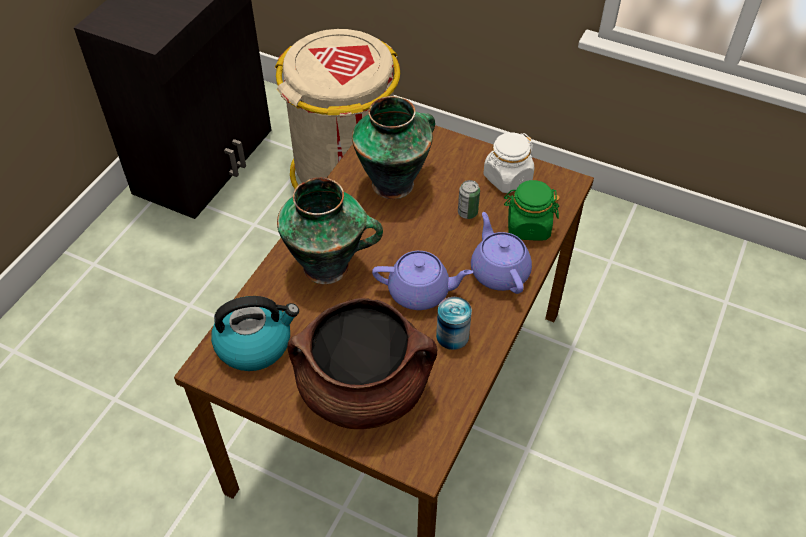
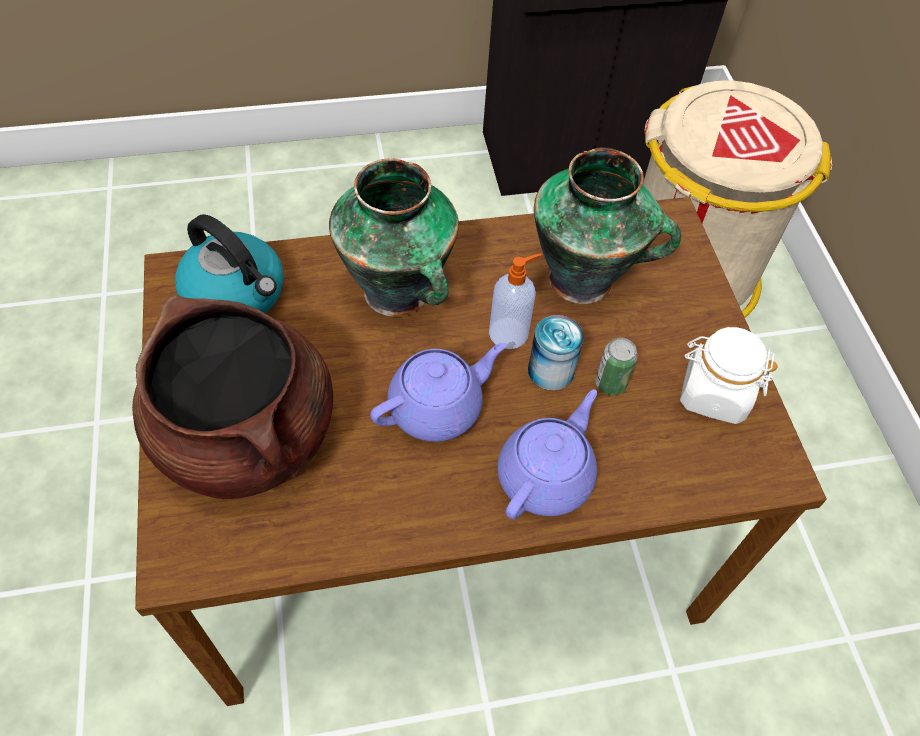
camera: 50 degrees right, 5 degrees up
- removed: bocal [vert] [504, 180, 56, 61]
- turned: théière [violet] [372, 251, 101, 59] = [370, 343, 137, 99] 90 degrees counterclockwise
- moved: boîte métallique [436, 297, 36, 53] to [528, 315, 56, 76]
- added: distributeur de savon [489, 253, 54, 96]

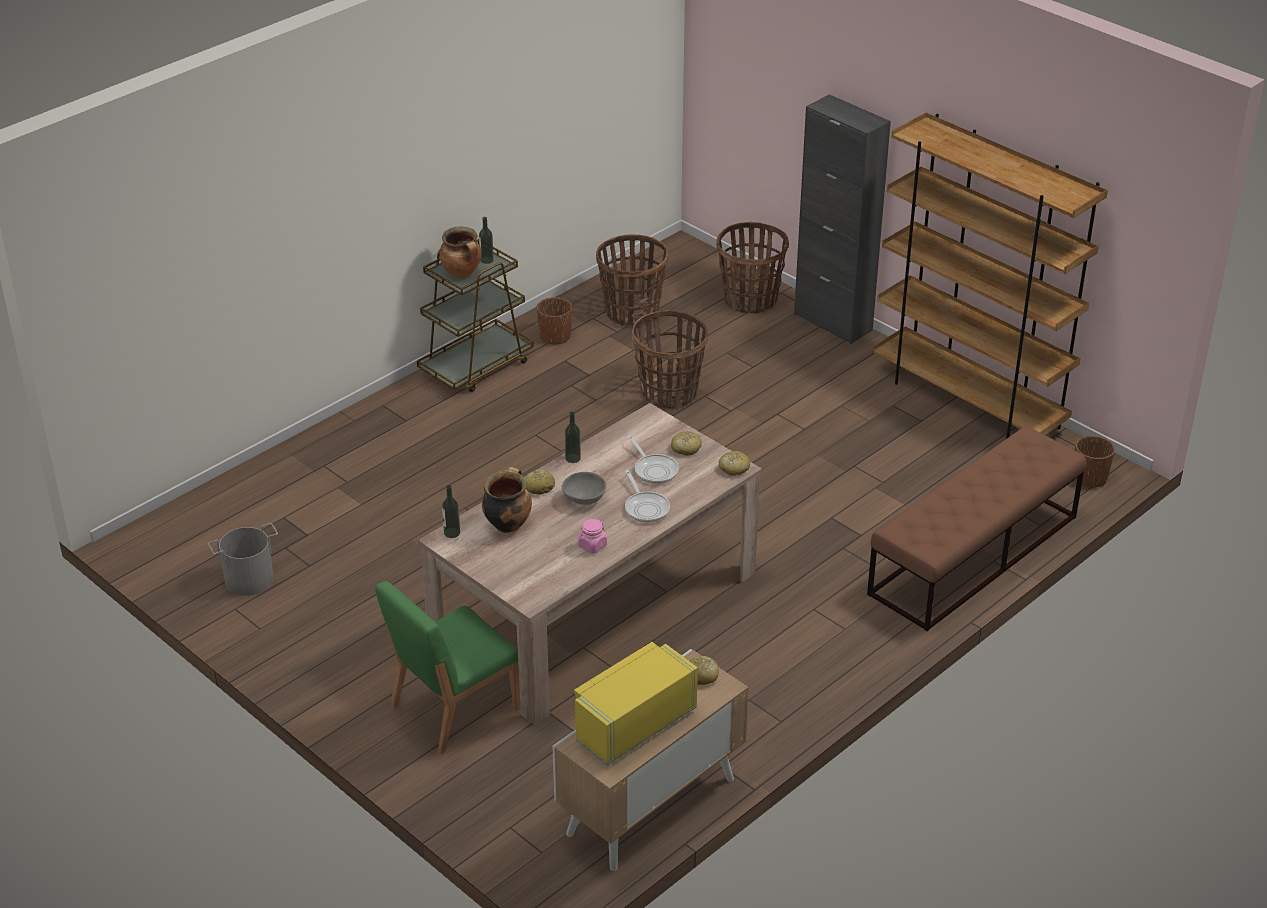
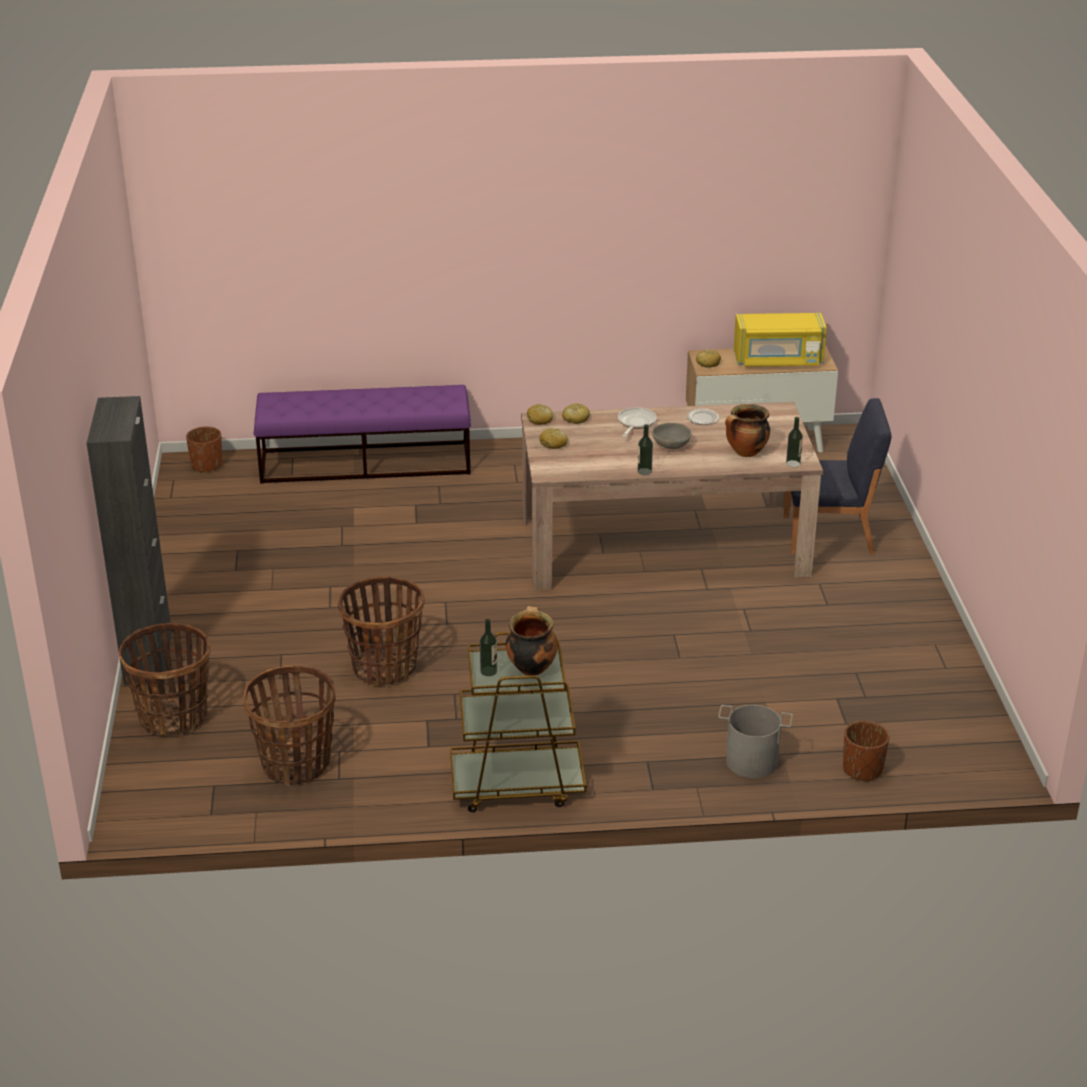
camera: 140 degrees left, 5 degrees down
- removed: bibliothèque [marron] [873, 113, 235, 326]
- moved: cache-pot [marron] [537, 297, 35, 47] to [843, 721, 46, 61]
- recoloured: banc [marron] [867, 426, 220, 205] to banc [violet] [253, 385, 218, 99]
- removed: poêle [627, 435, 52, 49]
- moved: pain [525, 470, 30, 25] to [562, 403, 28, 21]
- replaced: bocal [rose] [578, 518, 29, 36] to assiette [687, 409, 32, 16]
- moved: seau [gris] [208, 523, 70, 73] to [718, 705, 75, 73]
- recoloured: chaise [vert] [375, 581, 146, 173] to chaise [bleu] [784, 398, 108, 156]

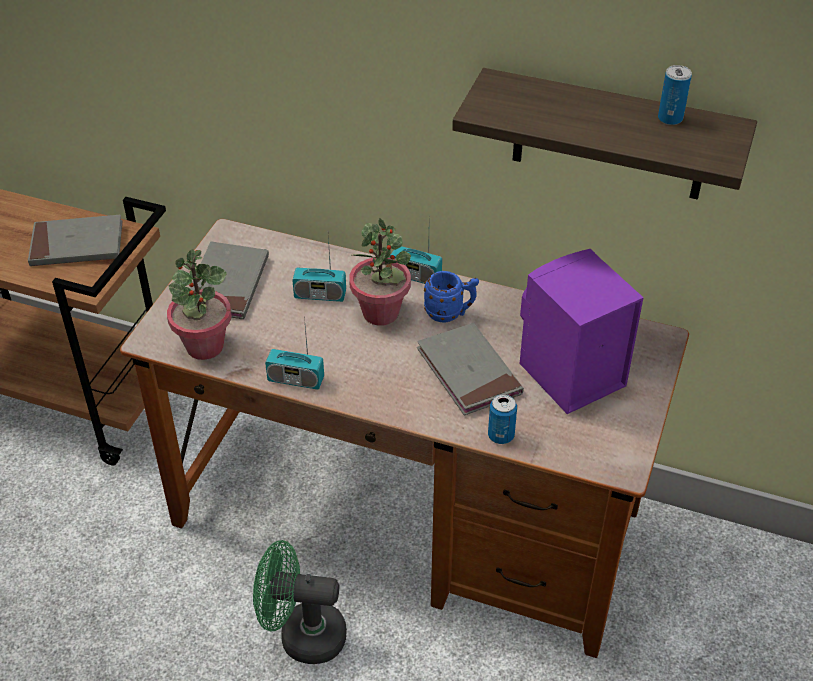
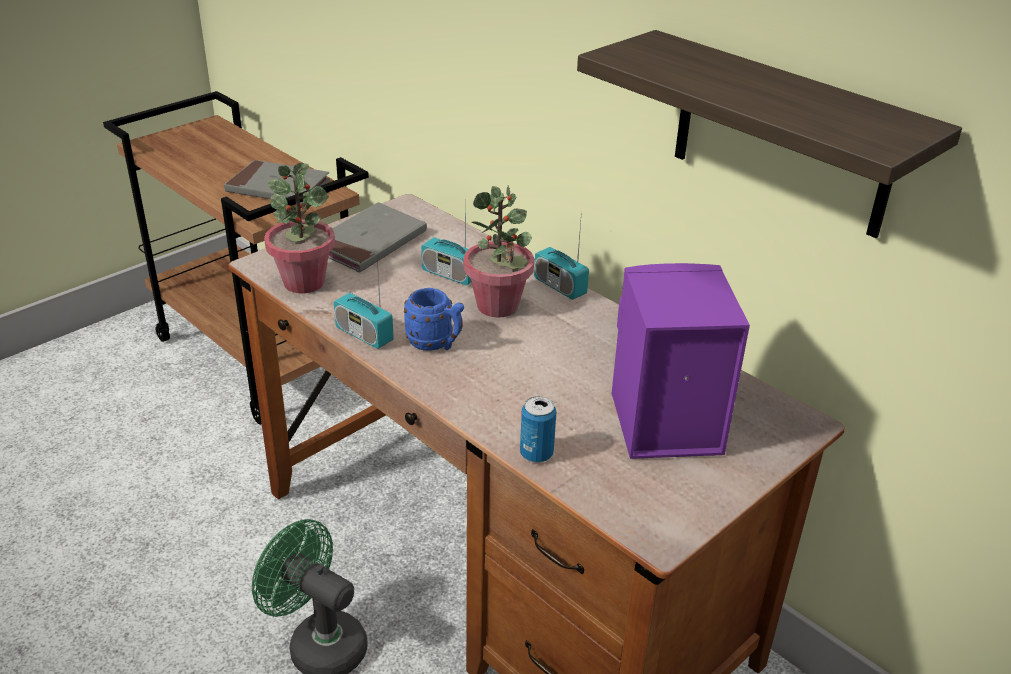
camera: 25 degrees right, 10 degrees down
- removed: boîte métallique [658, 65, 34, 60]
- moved: mug [bleu] [424, 271, 55, 52] to [404, 288, 60, 63]
- removed: livre [gris] [417, 323, 107, 93]

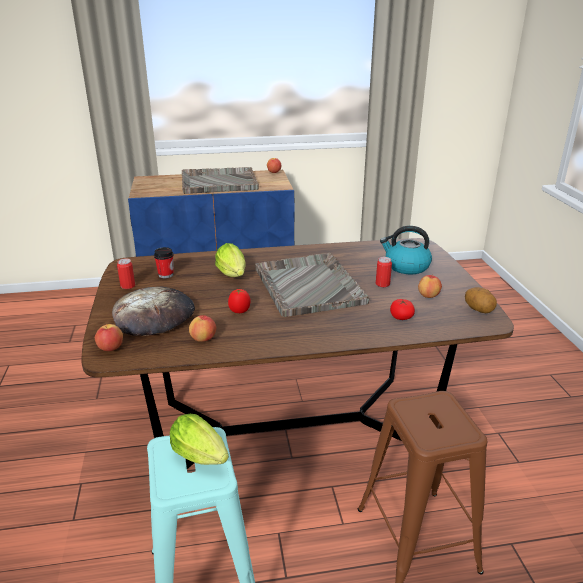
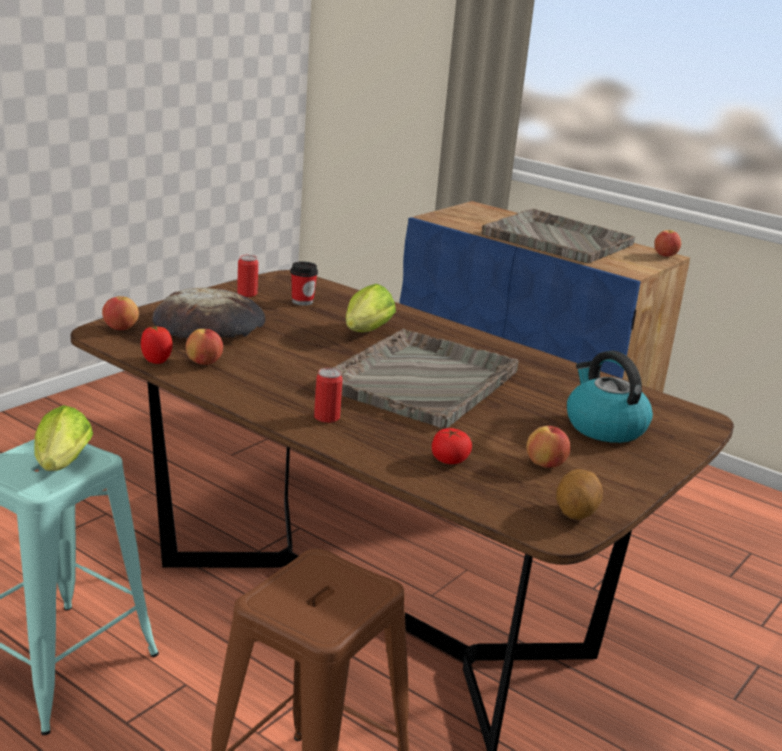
camera: 45 degrees right, 5 degrees down
- moved: boîte métallique [376, 257, 16, 30] to [314, 368, 29, 55]
- moved: tomate [228, 289, 23, 24] to [141, 326, 32, 38]

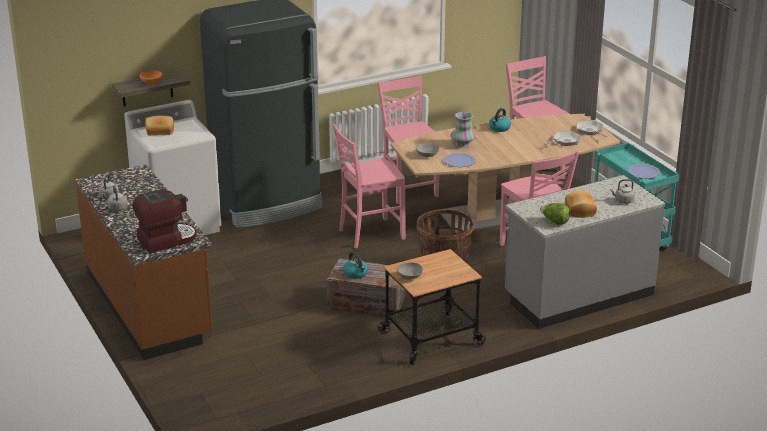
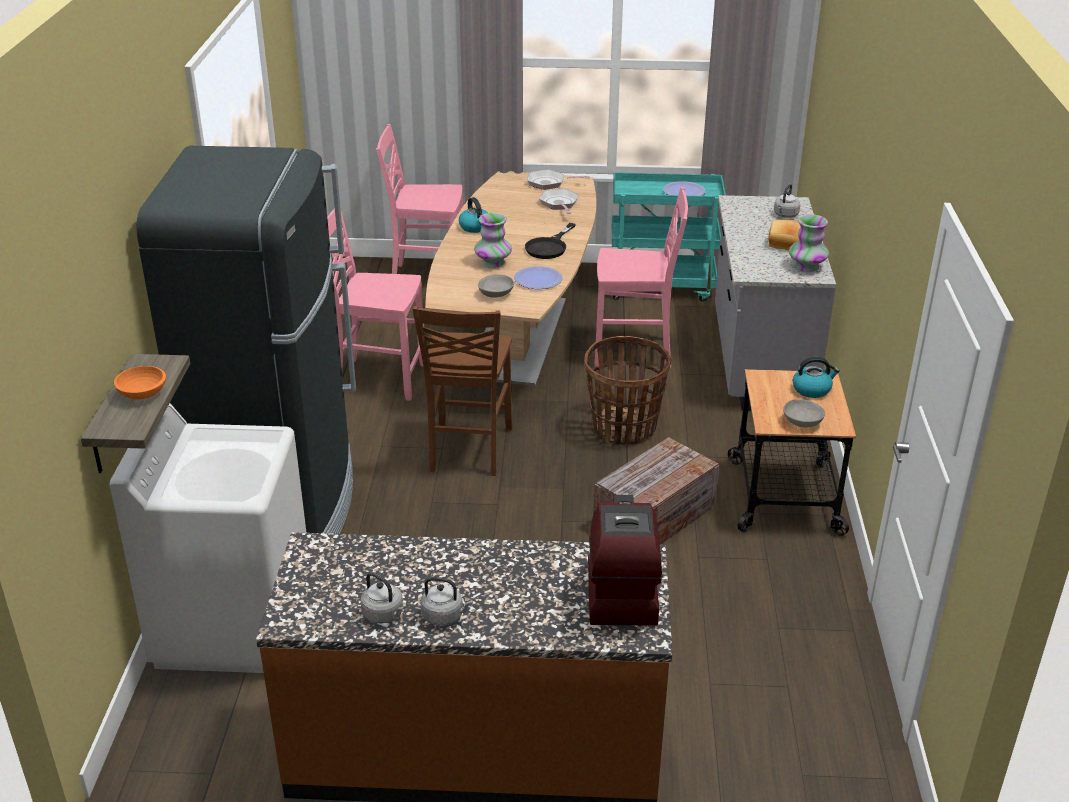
camera: 60 degrees left, 5 degrees up
- removed: pain [145, 115, 29, 21]
- recoloured: chaise [rose] [333, 124, 73, 124] to chaise [marron] [413, 306, 99, 170]
- replaced: laitue [540, 203, 30, 22] to vase [789, 214, 40, 58]
- moved: bouilloire [343, 252, 25, 27] to [793, 357, 47, 41]
- added: poêle [noir] [525, 223, 51, 36]

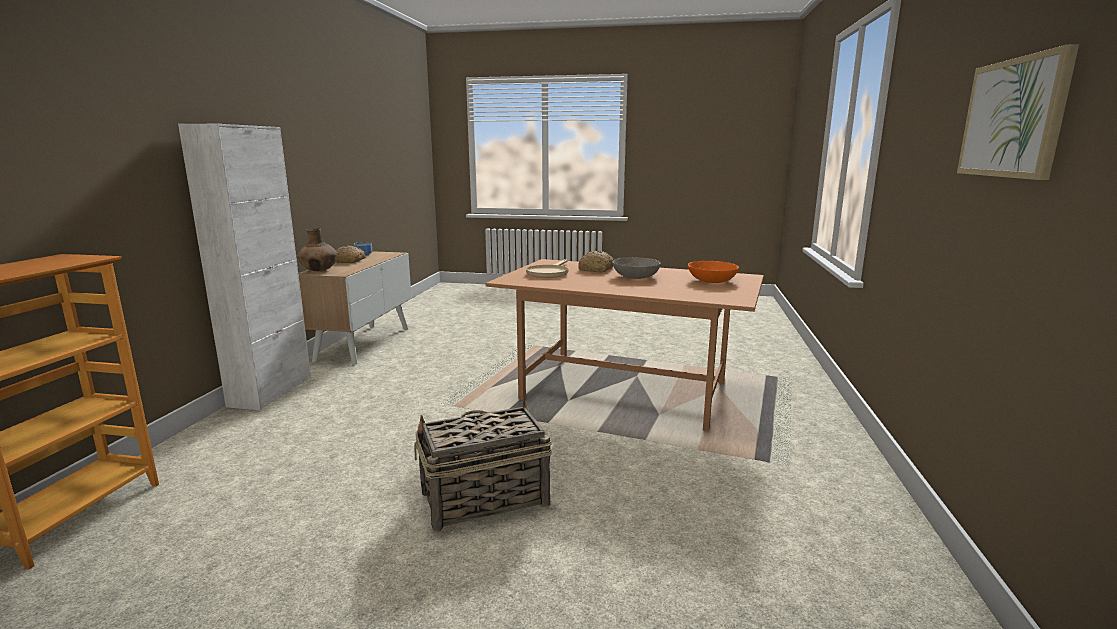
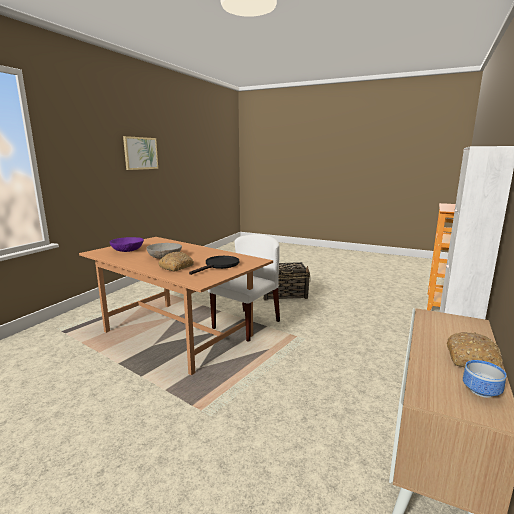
camera: 165 degrees left, 0 degrees up
- removed: vase [marron] [298, 228, 40, 43]
- recoloured: poêle [beige] [526, 259, 42, 19] to poêle [noir] [189, 256, 50, 19]
- recoloured: bol [orange] [688, 261, 51, 22] to bol [violet] [110, 237, 34, 15]
- added: chaise [blanc] [208, 234, 72, 108]

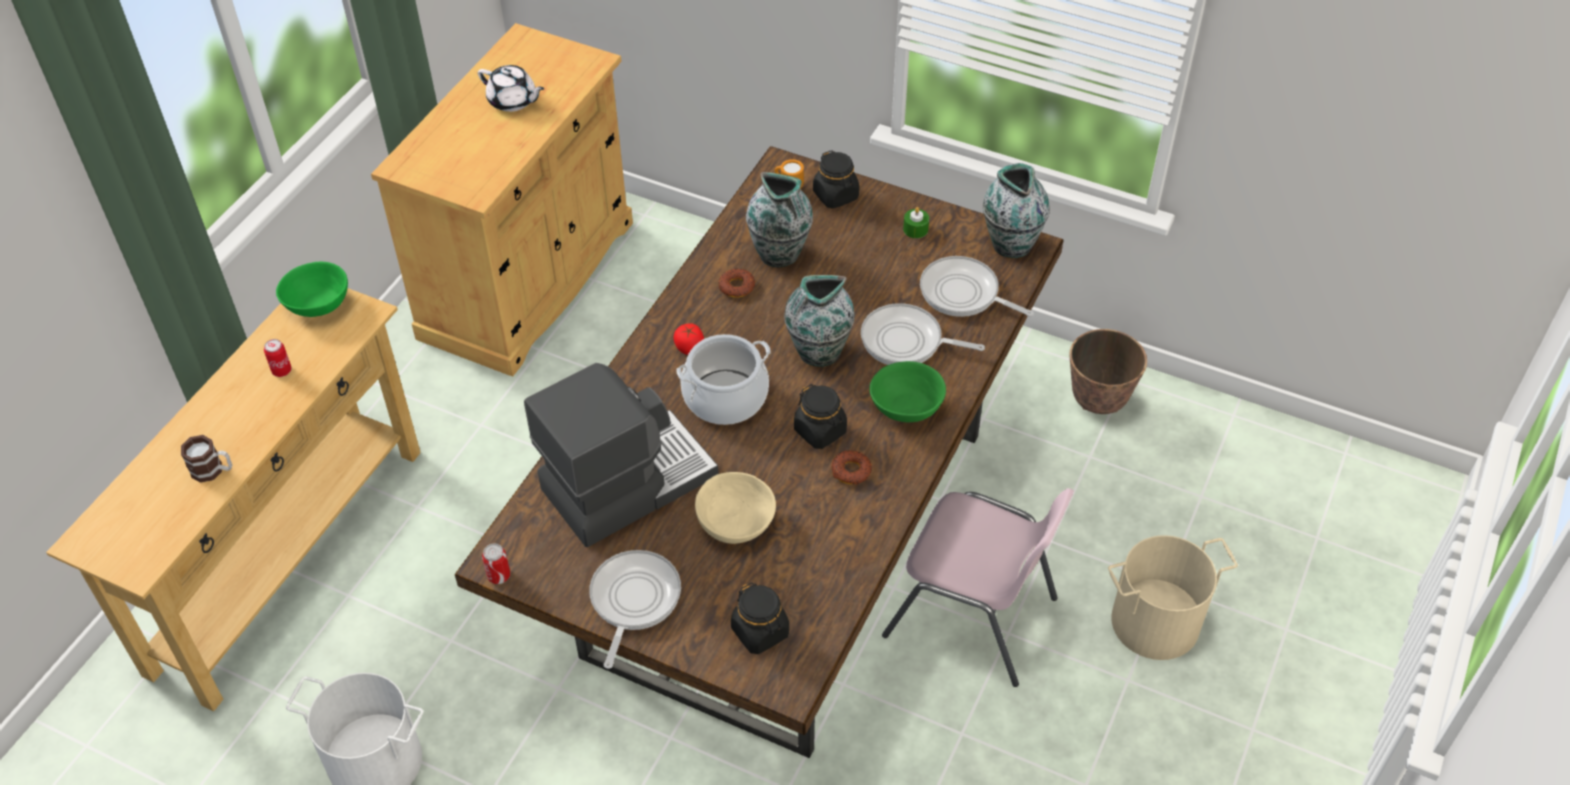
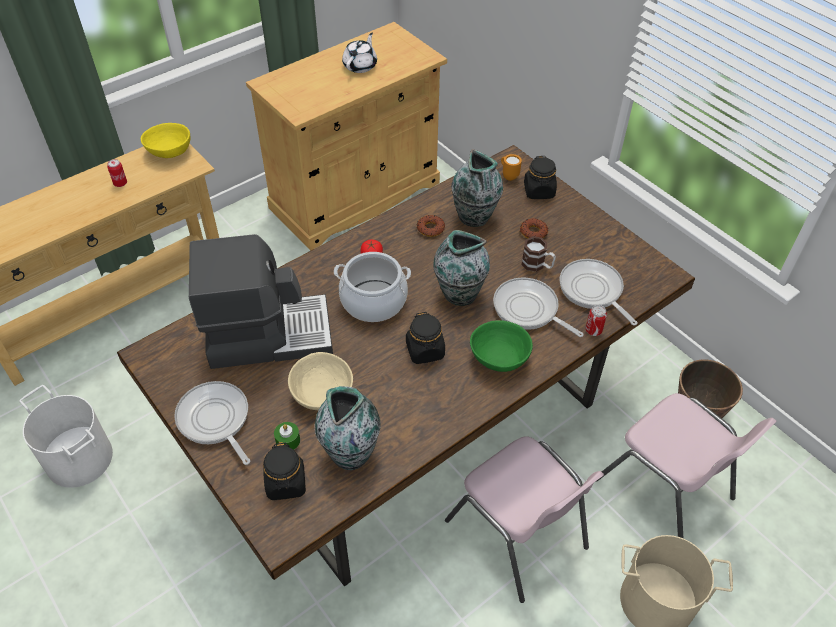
camera: 25 degrees right, 0 degrees up
- turned: théière [blanc] [478, 65, 66, 47] = [342, 33, 35, 40] 120 degrees counterclockwise
- moved: vase [983, 163, 67, 95] to [315, 386, 66, 84]
- moved: bougie [vert] [903, 207, 26, 31] to [274, 422, 26, 28]
- recoloured: bol [vert] [276, 262, 72, 55] to bol [jaune] [141, 123, 49, 35]
- moved: mug [181, 435, 51, 48] to [521, 236, 35, 36]
- moved: beignet [831, 450, 41, 34] to [520, 218, 28, 21]
- moved: boîte métallique [482, 544, 28, 40] to [585, 305, 22, 31]
- turned: poêle [589, 550, 92, 119] = [174, 381, 77, 84] 75 degrees counterclockwise
- added: chaise [rose] [596, 393, 180, 146]

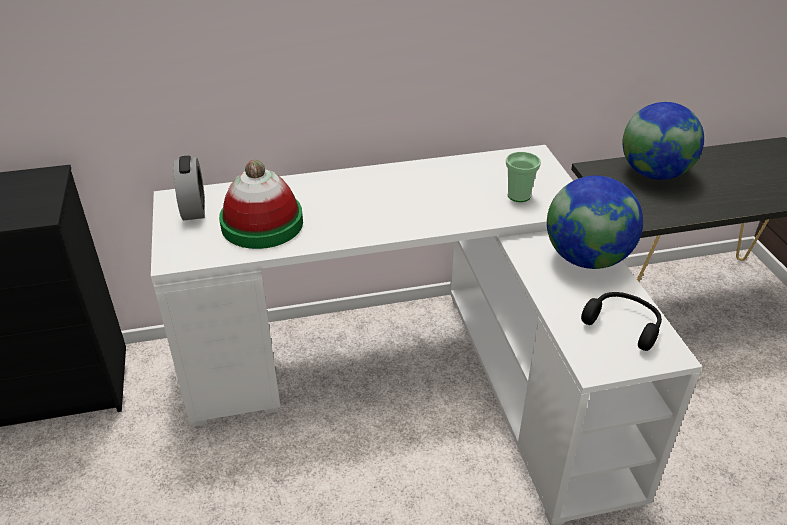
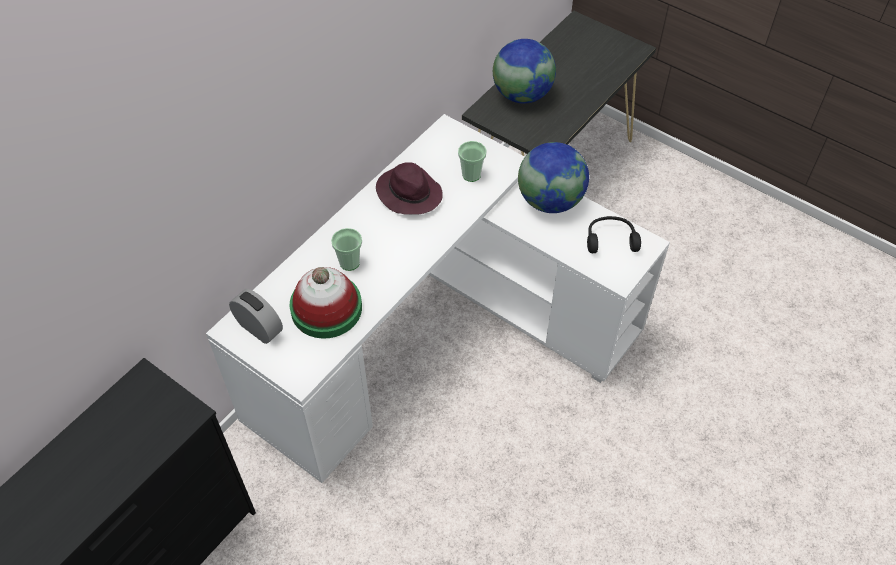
camera: 40 degrees left, 15 degrees up
- added: chapeau [violet] [376, 162, 67, 53]
- added: tasse [331, 228, 31, 43]

